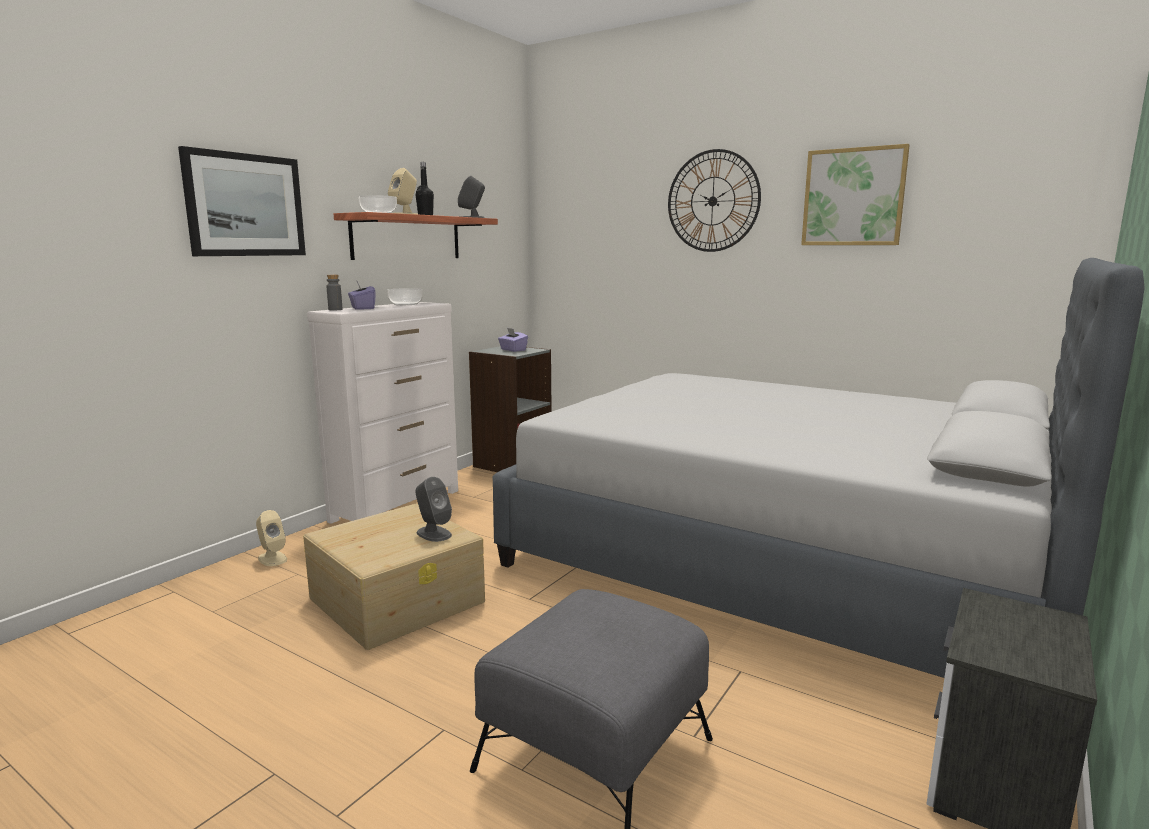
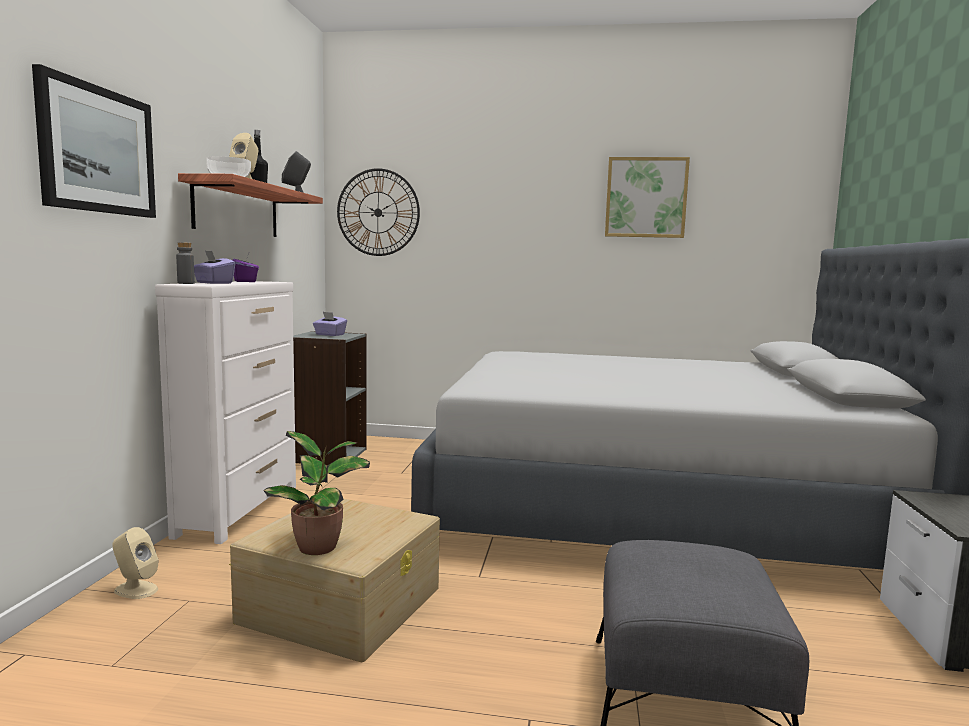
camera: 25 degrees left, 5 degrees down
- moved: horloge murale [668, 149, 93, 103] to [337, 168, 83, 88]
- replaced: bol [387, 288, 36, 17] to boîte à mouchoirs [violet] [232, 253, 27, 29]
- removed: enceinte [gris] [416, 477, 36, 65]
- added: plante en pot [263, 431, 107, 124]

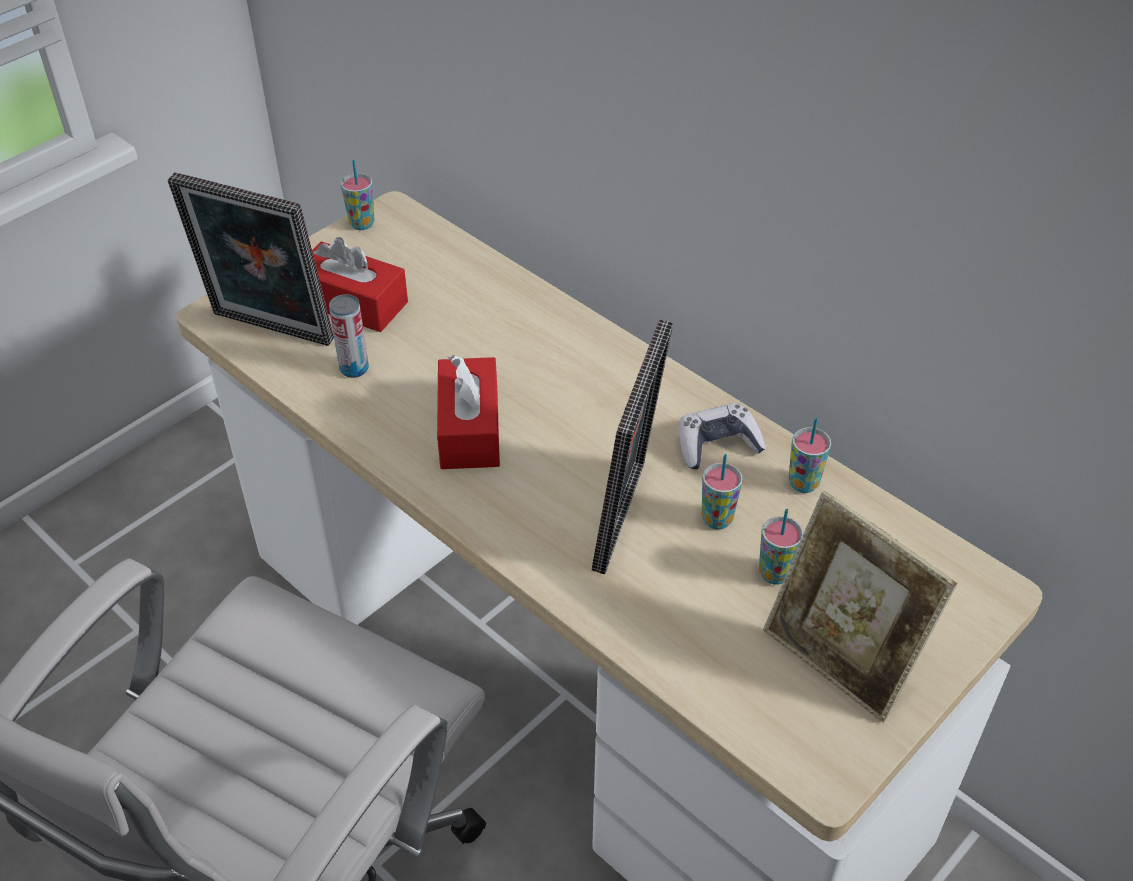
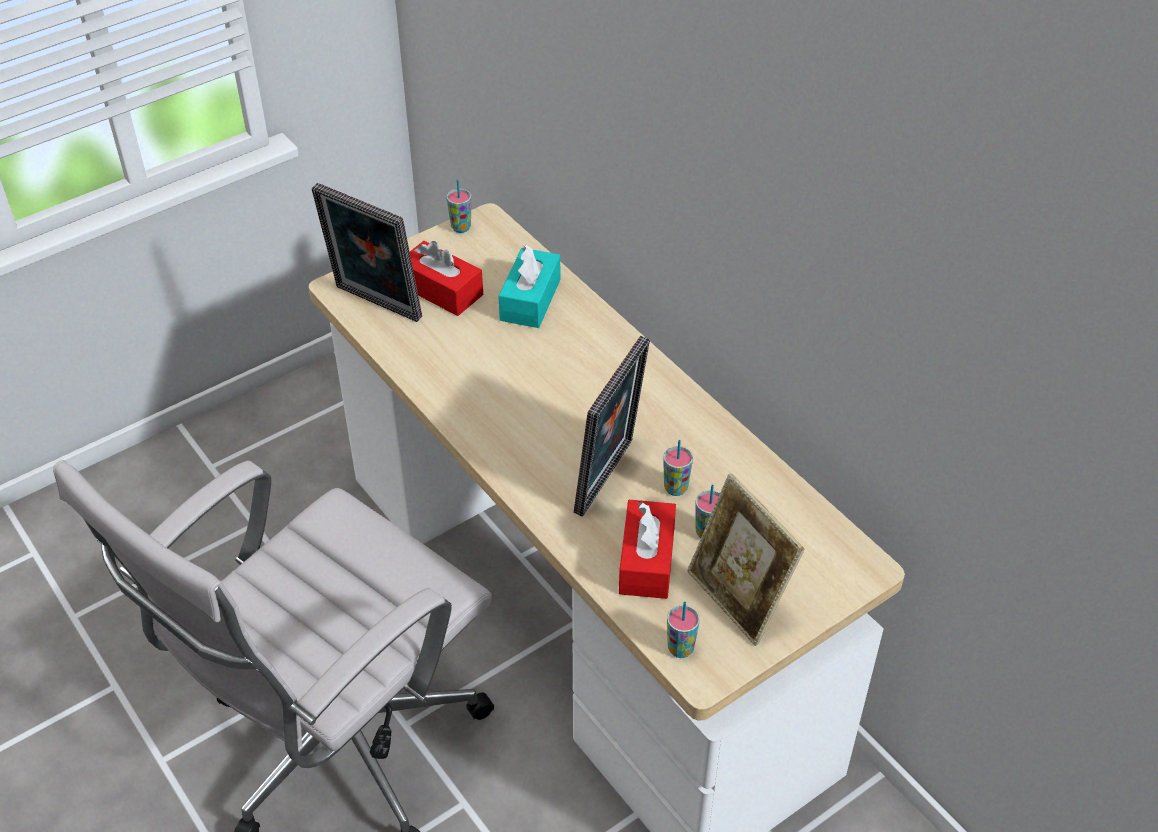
camera: 10 degrees right, 0 degrees up
- removed: boîte métallique [329, 294, 40, 84]
- moved: boîte à mouchoirs [rouge] [437, 355, 63, 114] to [619, 500, 57, 99]
- removed: manette [679, 403, 87, 66]
- moved: tasse [789, 418, 42, 75] to [667, 601, 33, 57]
- added: boîte à mouchoirs [turquoise] [498, 245, 63, 83]

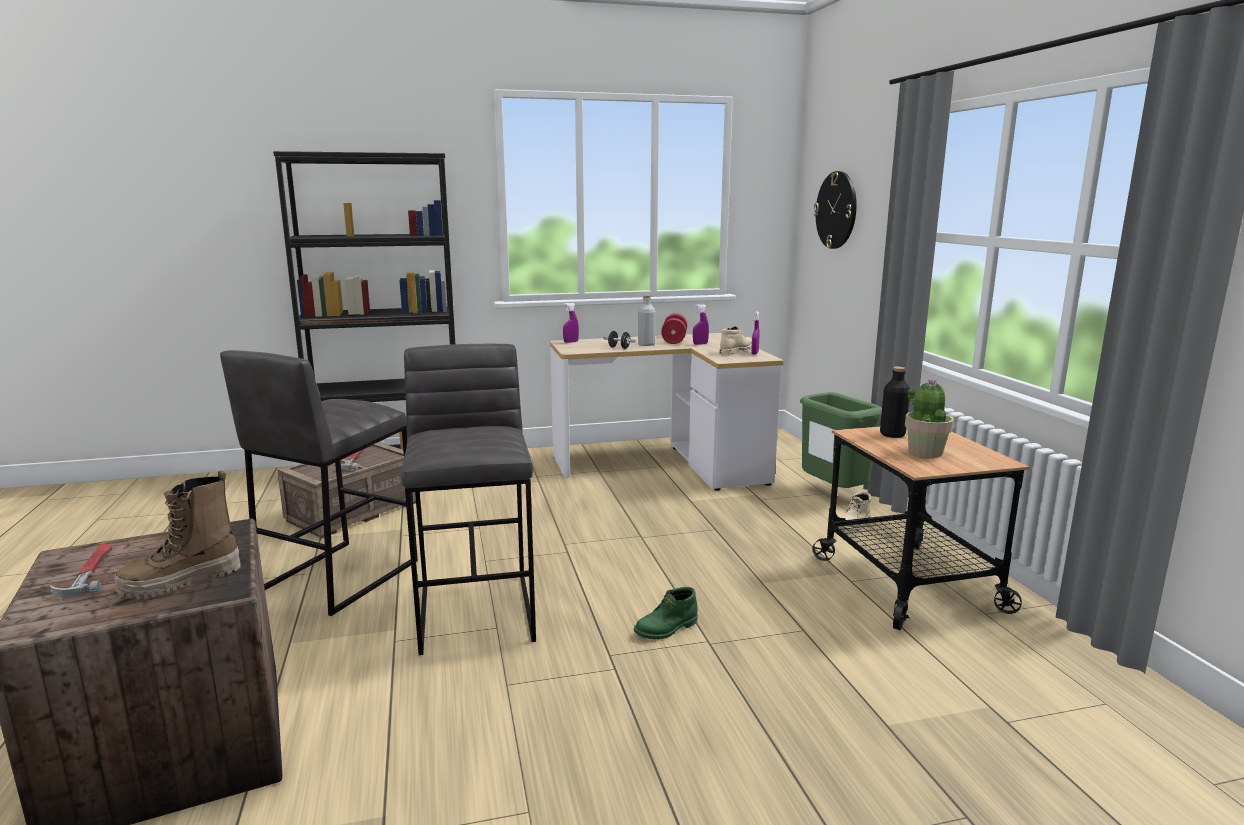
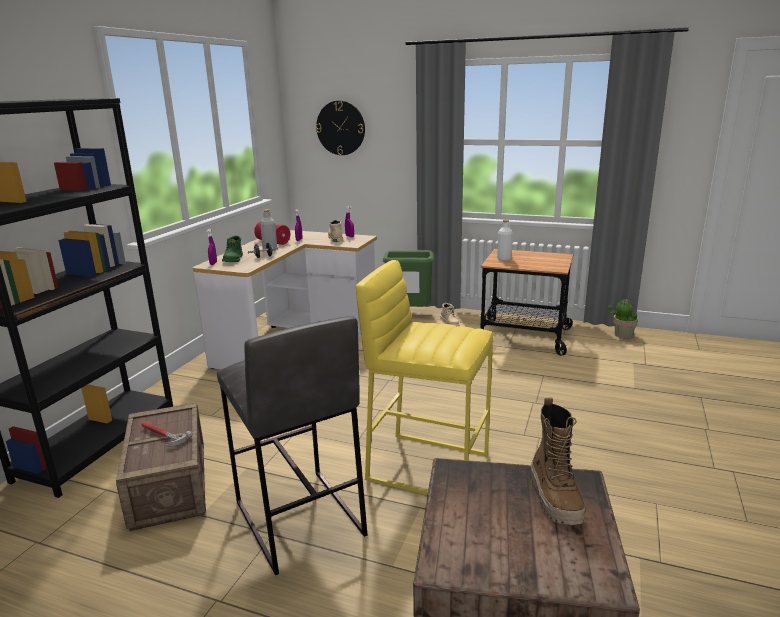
camera: 55 degrees left, 5 degrees up
- recoloured: tabouret [gris] [401, 344, 135, 311] to tabouret [jaune] [356, 260, 137, 235]
- recoloured: bouteille [noir] [880, 367, 30, 71] to bouteille [blanc] [497, 219, 16, 42]
- moved: plante en pot [905, 379, 49, 79] to [608, 299, 30, 40]
- removed: marteau [50, 543, 62, 55]
- moved: botte [vert] [634, 587, 64, 52] to [222, 236, 21, 26]

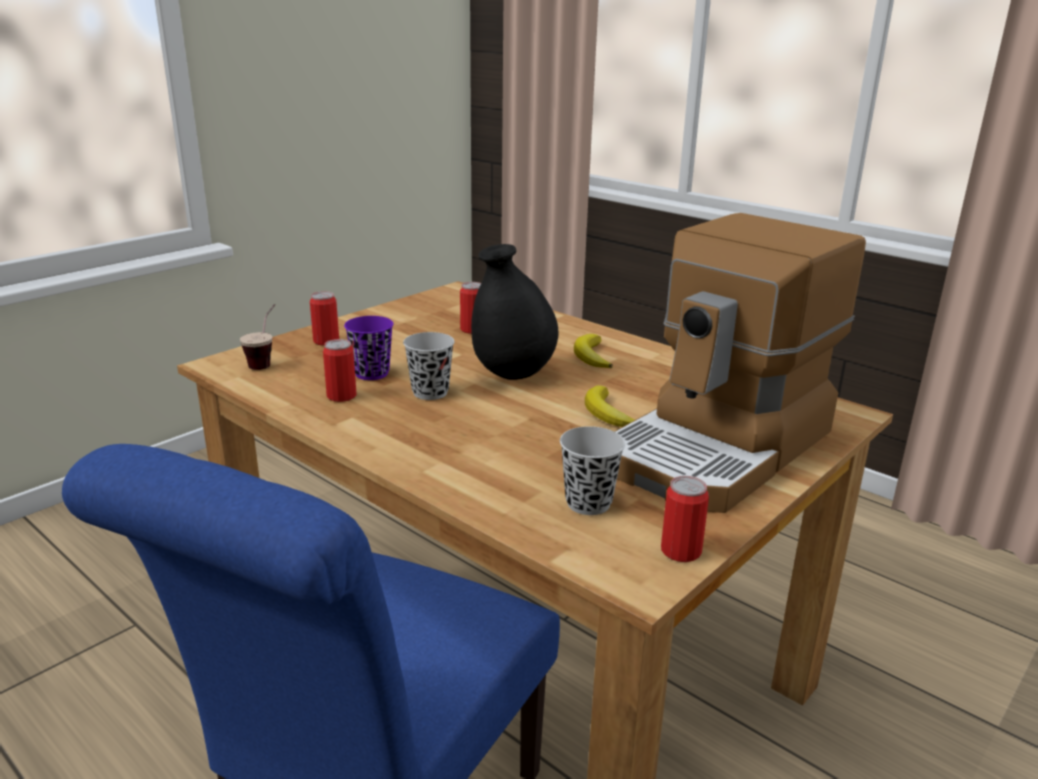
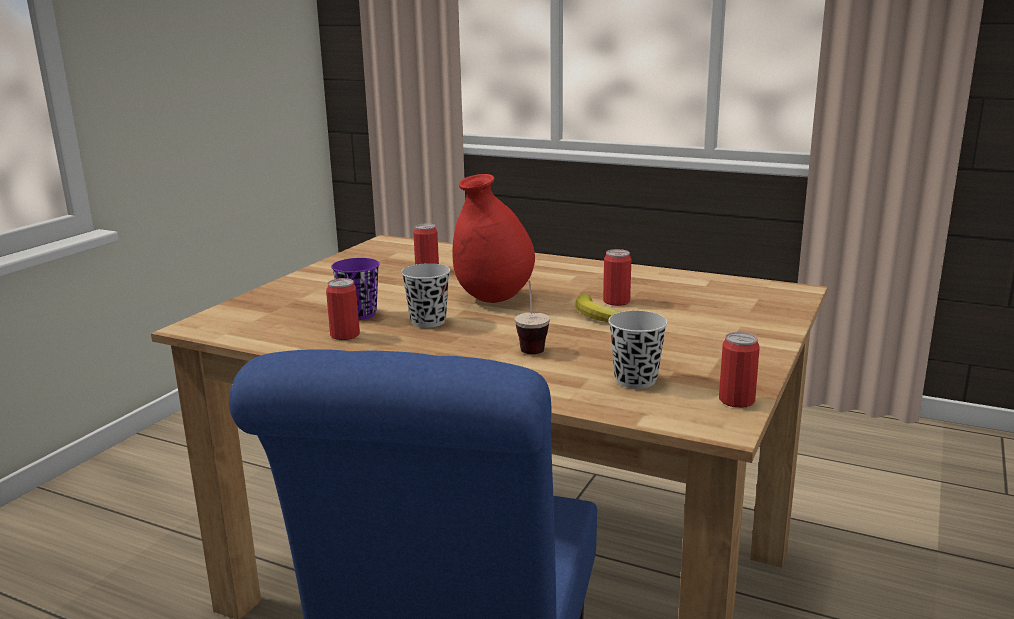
camera: 15 degrees left, 5 degrees down
- removed: machine à café [614, 213, 252, 300]
- recoloured: vase [noir] [471, 244, 87, 136] to vase [rouge] [452, 174, 83, 129]
- moved: boîte métallique [310, 291, 29, 55] to [603, 249, 28, 57]
- moved: tasse [240, 304, 35, 66] to [515, 281, 35, 73]
- removed: banane [574, 334, 39, 34]

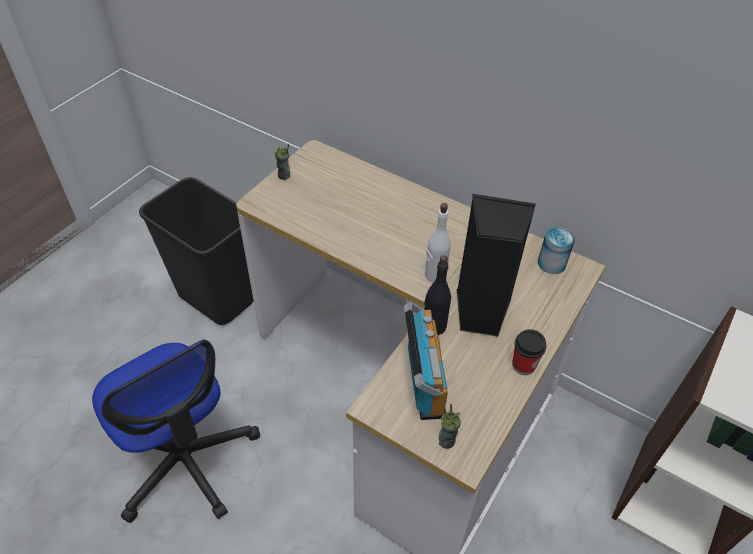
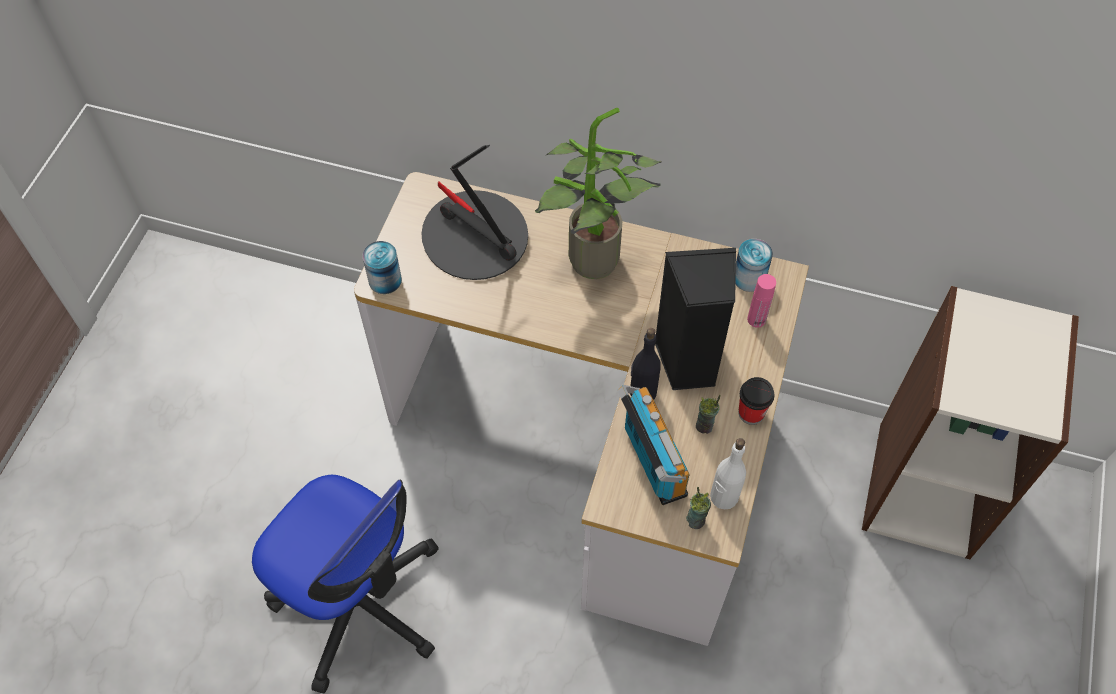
camera: 15 degrees left, 10 degrees up
- moved: tasse [275, 144, 16, 36] to [696, 395, 24, 39]
- removed: poubelle [noir] [139, 177, 115, 148]
- moved: bouteille [blanc] [425, 203, 26, 80] to [710, 438, 36, 71]
- added: plante en pot [535, 108, 127, 171]
- added: lampe de table [421, 145, 107, 135]
- added: boîte métallique [362, 241, 40, 53]
- added: bouteille [rose] [747, 274, 29, 54]

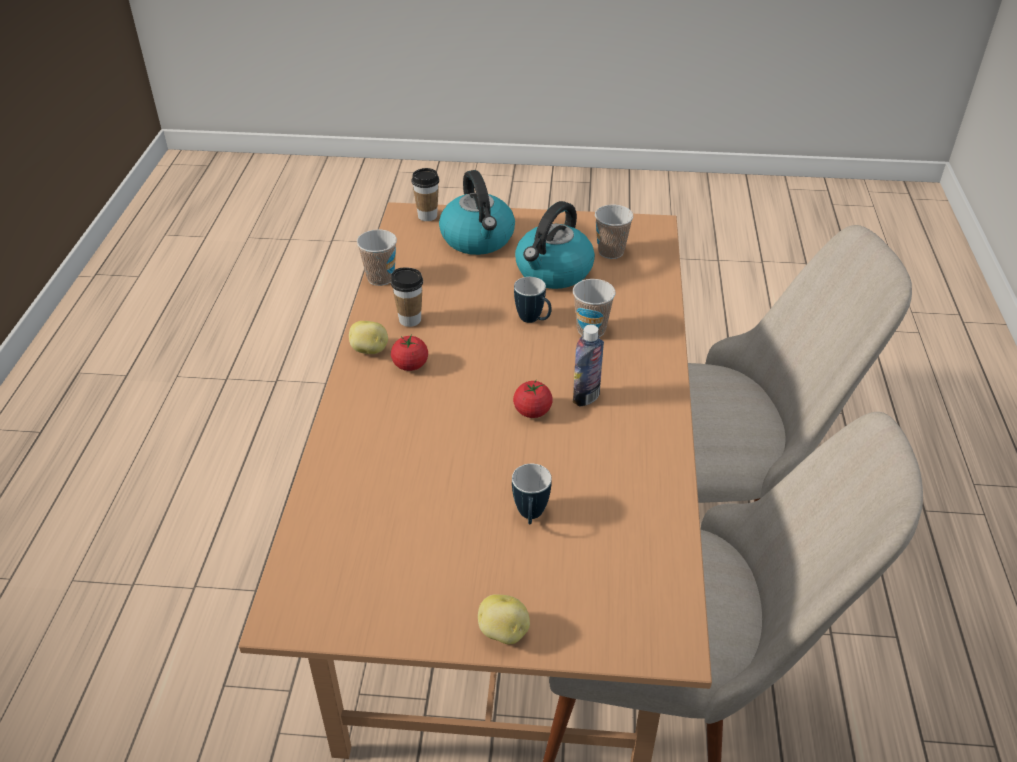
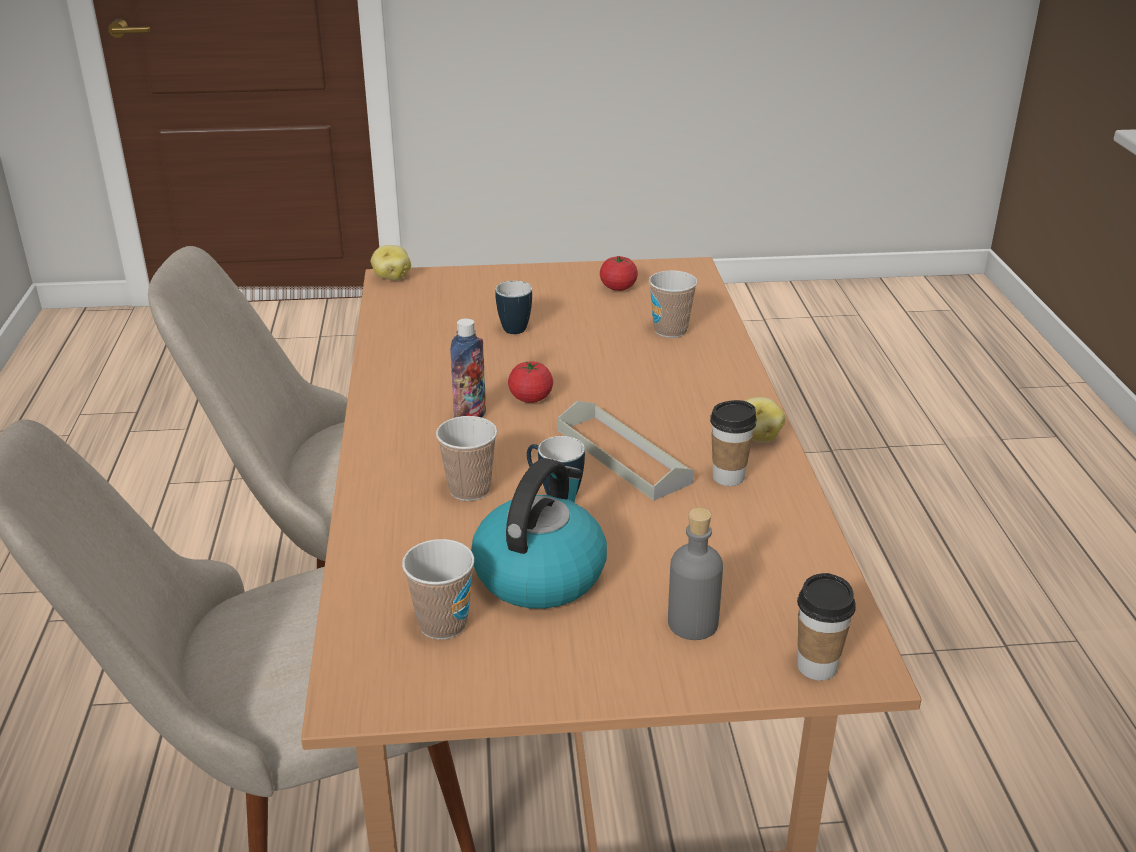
camera: 170 degrees right, 10 degrees down
- replaced: bouilloire [439, 170, 76, 85] to bouteille [gris] [668, 508, 55, 132]
- moved: tasse [357, 229, 40, 57] to [649, 270, 49, 68]
- moved: tomate [391, 335, 37, 36] to [600, 256, 38, 35]
- moved: pomme de terre [478, 594, 52, 50] to [371, 245, 40, 35]
- added: plateau [gris] [558, 401, 136, 100]

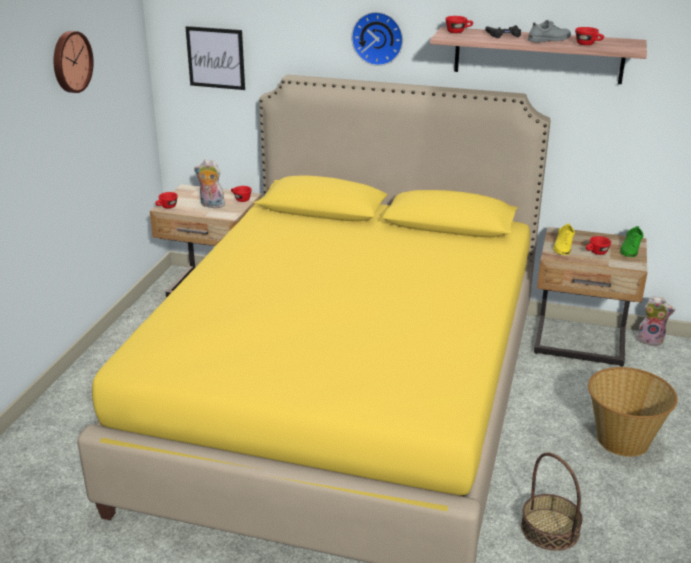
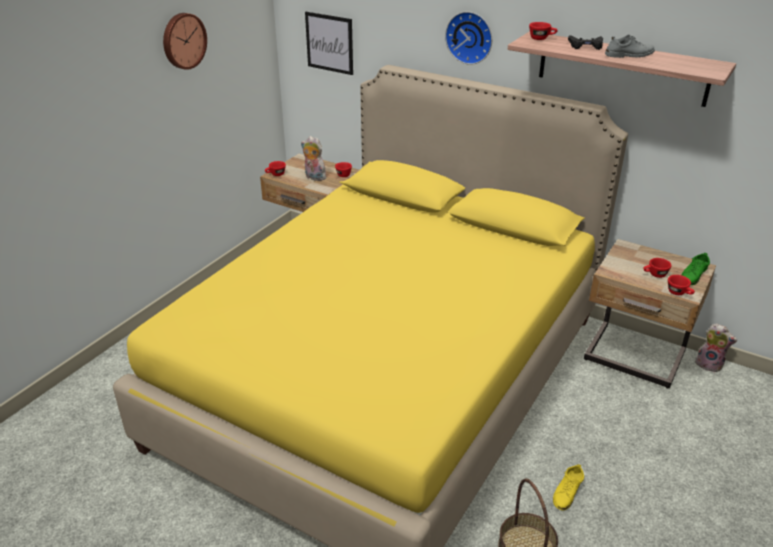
camera: 15 degrees right, 5 degrees up
- moved: tasse [rouge] [575, 27, 29, 18] to [668, 275, 27, 20]
- moved: chaussure [jaune] [553, 224, 22, 31] to [553, 464, 31, 46]
- removed: panier [588, 367, 90, 90]

